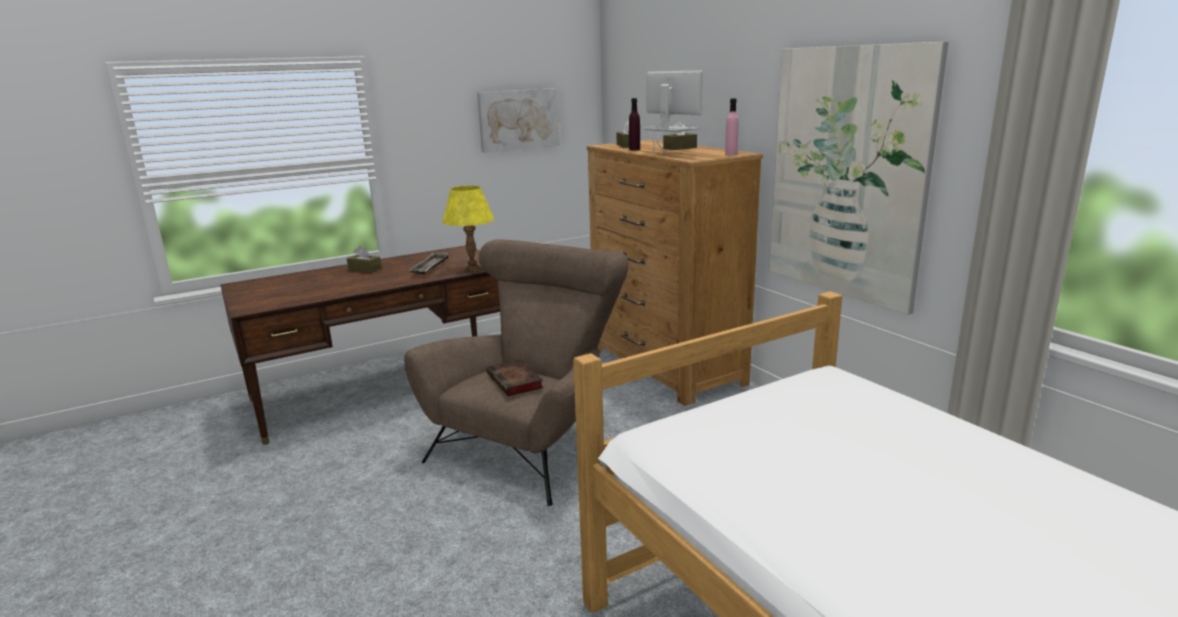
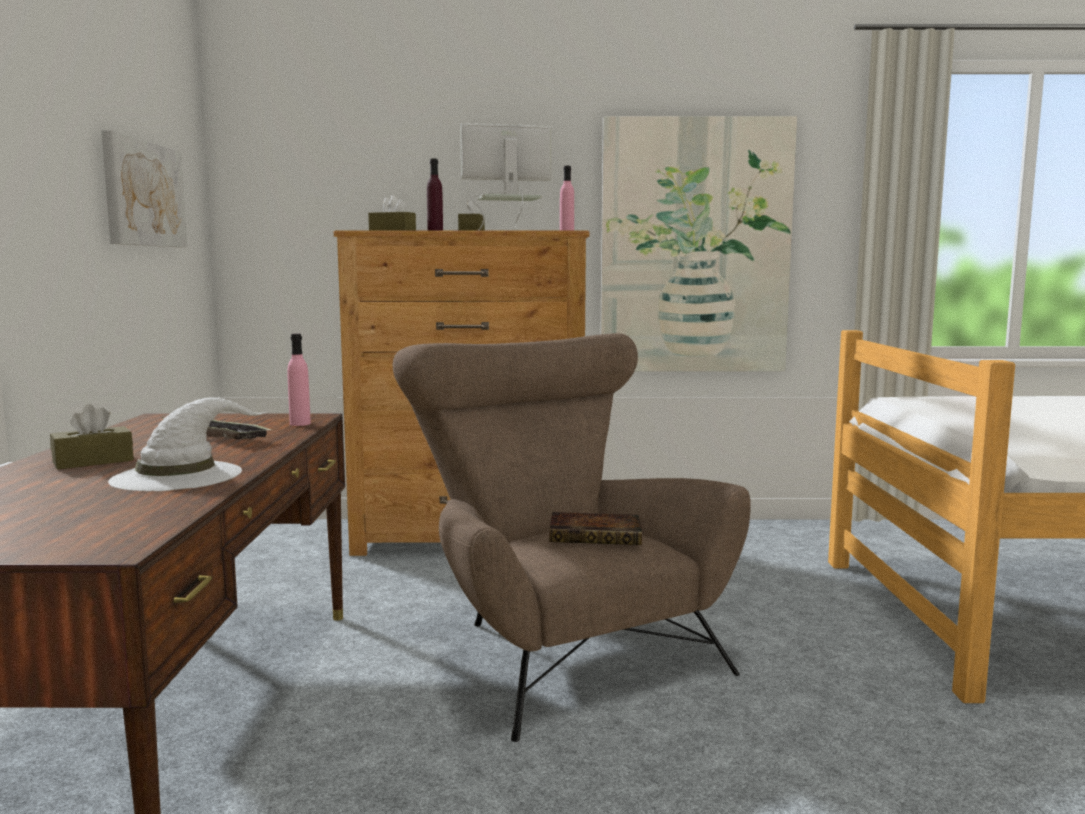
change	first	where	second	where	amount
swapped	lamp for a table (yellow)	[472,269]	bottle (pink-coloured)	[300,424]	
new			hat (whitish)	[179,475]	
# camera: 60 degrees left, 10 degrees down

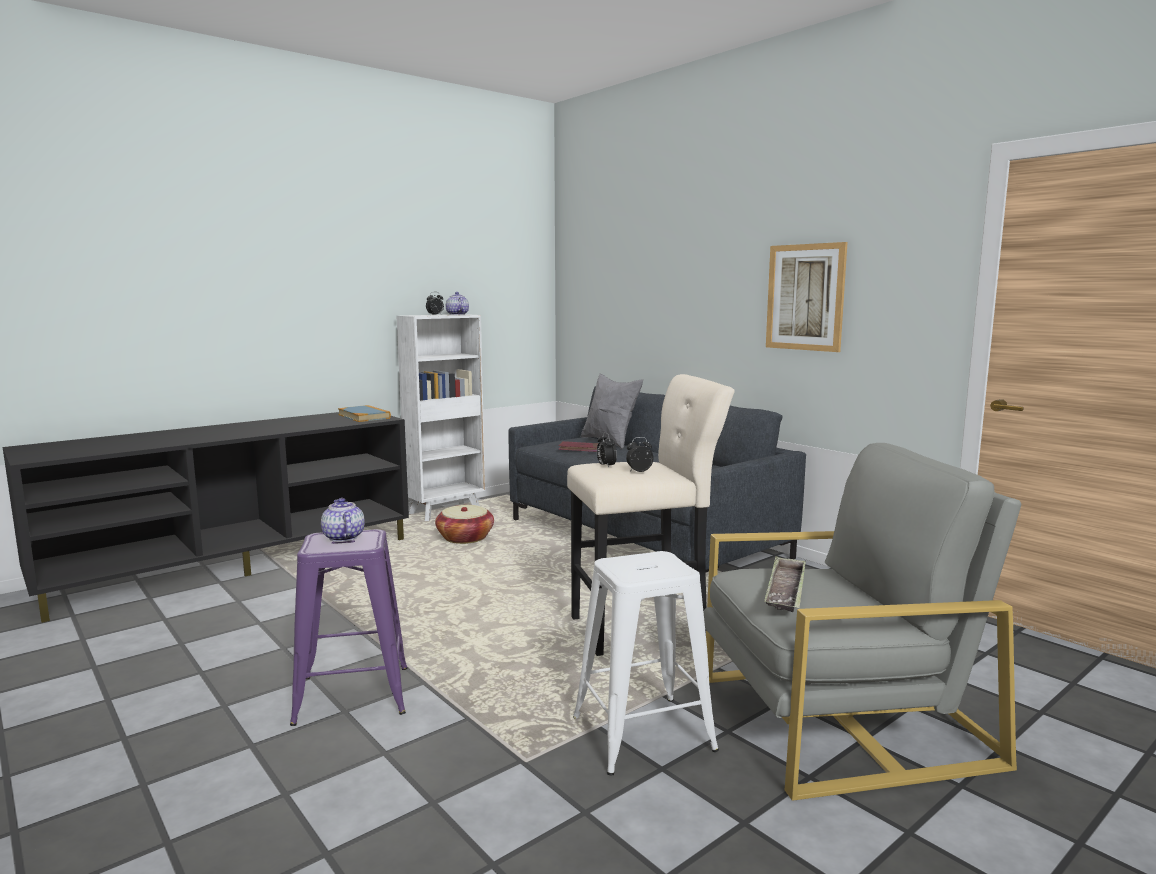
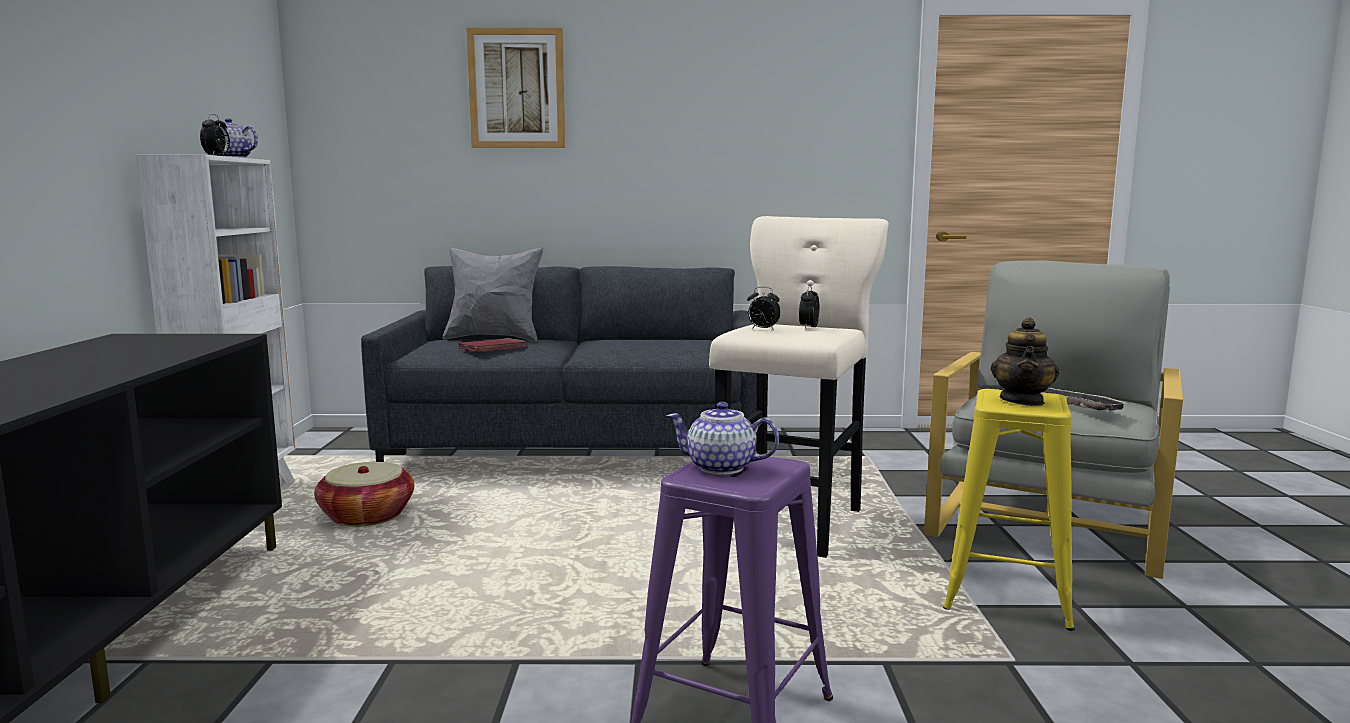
change	first	where	second	where	amount
gone	book	[364,416]			
repainted	stool (whitish)	[643,734]	stool (yellow)	[1007,592]	
shifted	picture	[805,297]		[516,88]	
new			pot for tea	[1022,401]	
# camera: 50 degrees left, 0 degrees up

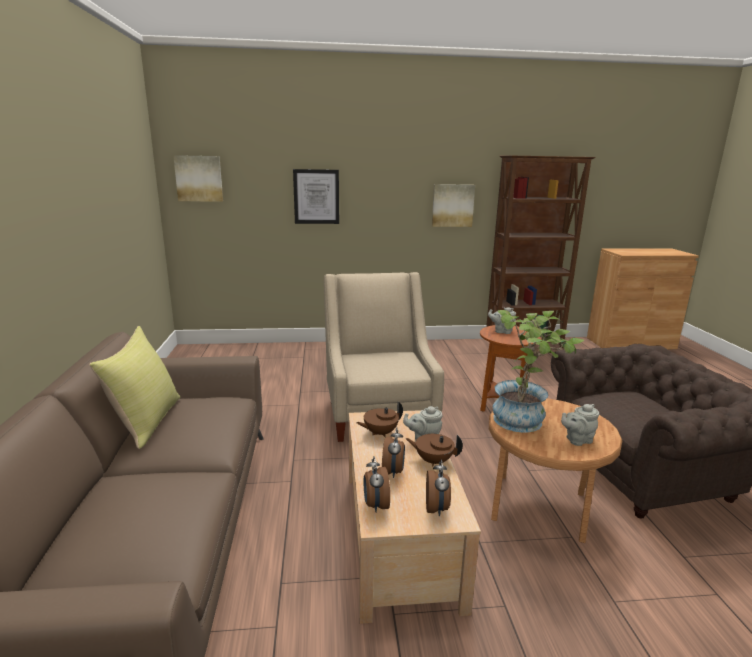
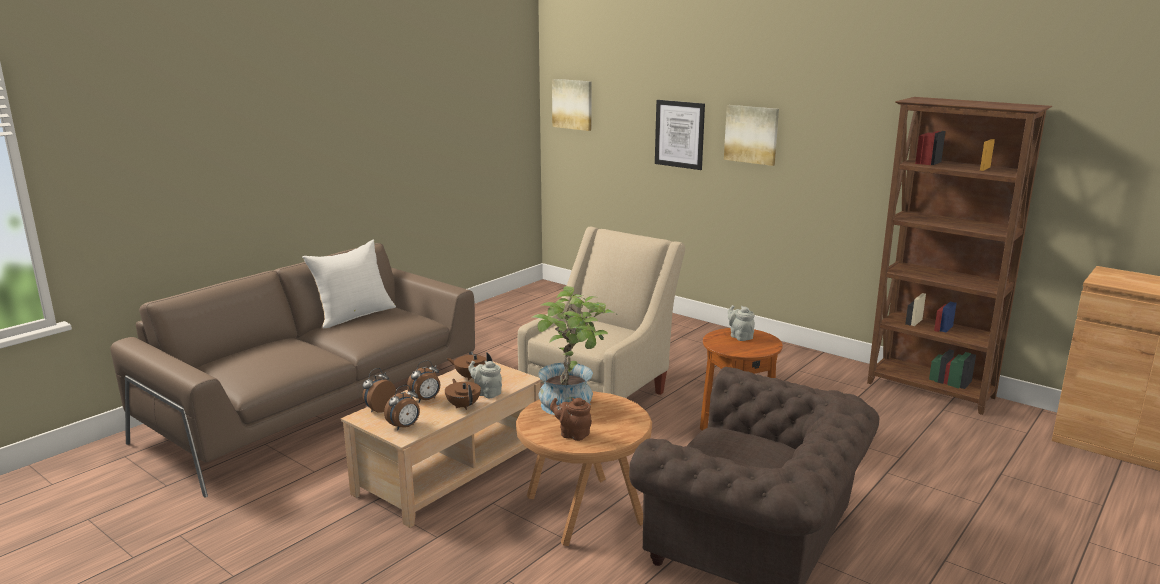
change	first	where	second	where	amount
repainted	cushion (yellow)	[147,421]	cushion (whitish)	[354,315]	
shifted	picture	[452,205]		[751,134]	
repainted	pot for tea (grey)	[577,440]	pot for tea (brownish)	[572,434]	
# camera: 45 degrees right, 0 degrees up

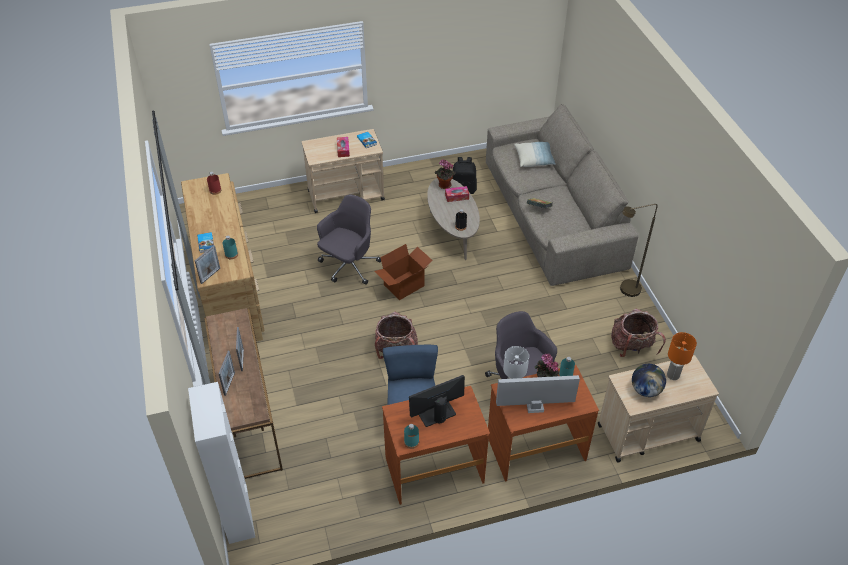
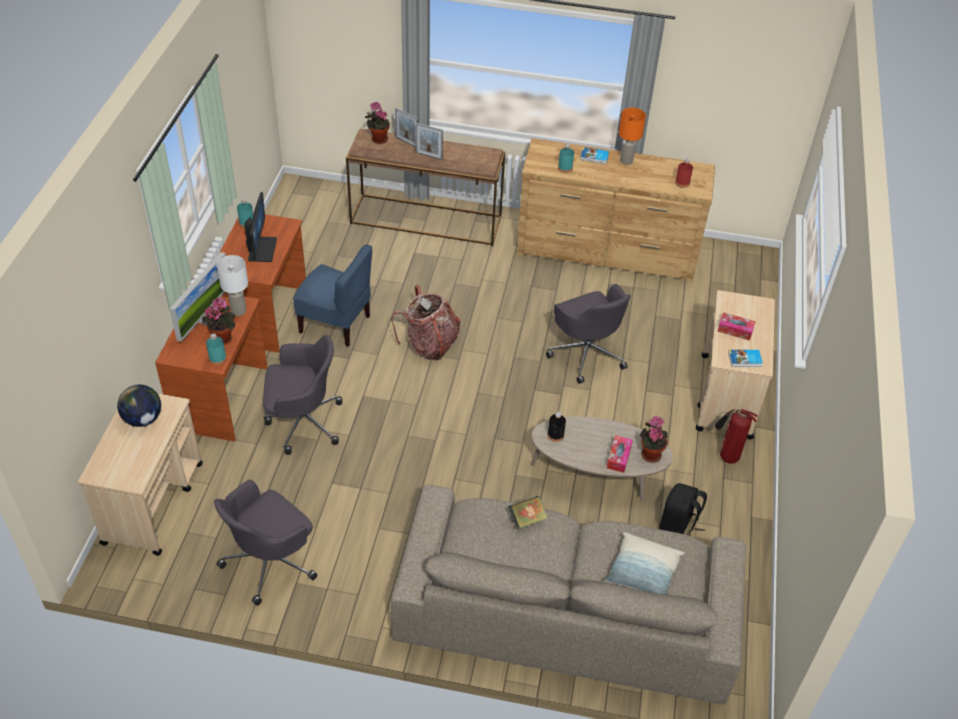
change	first	where	second	where	amount
gone	storage cabinet (whitish)	[238,515]			
gone	standing frame	[210,276]			
gone	cardboard box	[404,286]			
swapped	knapsack	[632,347]	computer chair (grey)	[270,561]	
gone	floor lamp (brownish)	[625,291]			
shifted	lamp for a table (orangey)	[673,375]		[626,161]	
new			plant in a pot	[378,139]	
new			fire-fighting cylinder	[726,457]	
# camera: 115 degrees right, 0 degrees up

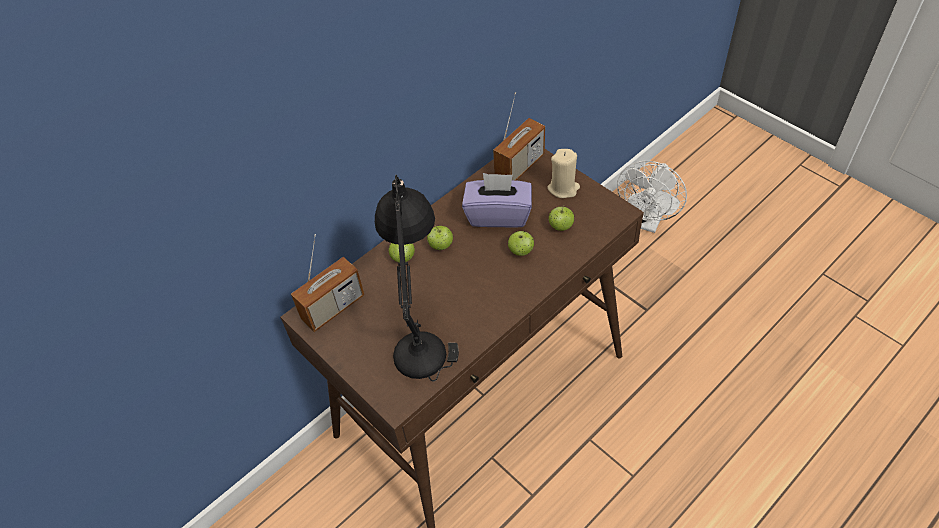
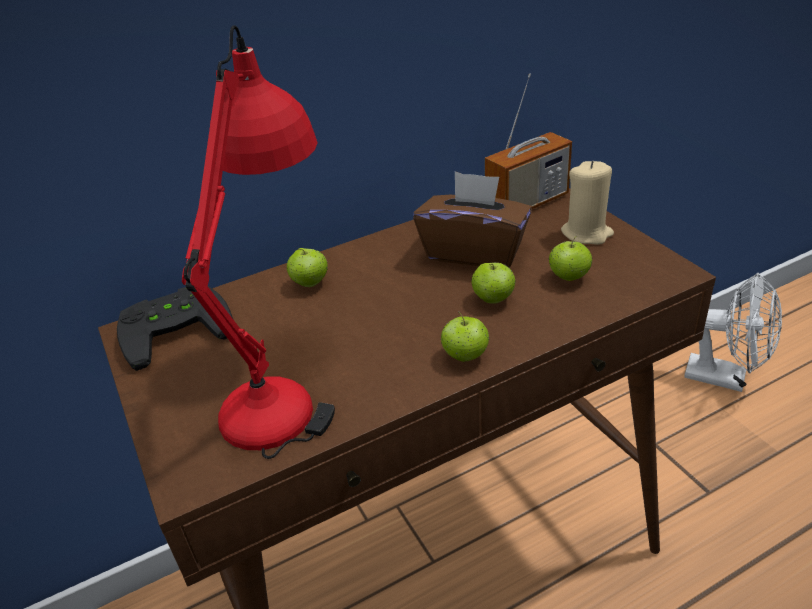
change	first	where	second	where	amount
swapped	radio	[333,308]	gamepad (black)	[176,327]	
repainted	lamp for a table (black)	[421,330]	lamp for a table (red)	[288,379]	
shifted	apple fruit	[441,246]		[465,356]	
repainted	box of tissues (purple)	[498,214]	box of tissues (brownish)	[474,251]	
rotated	cooling fan (whitish)	[648,222]		[725,377]	105 degrees counterclockwise
# camera: 15 degrees right, 15 degrees down

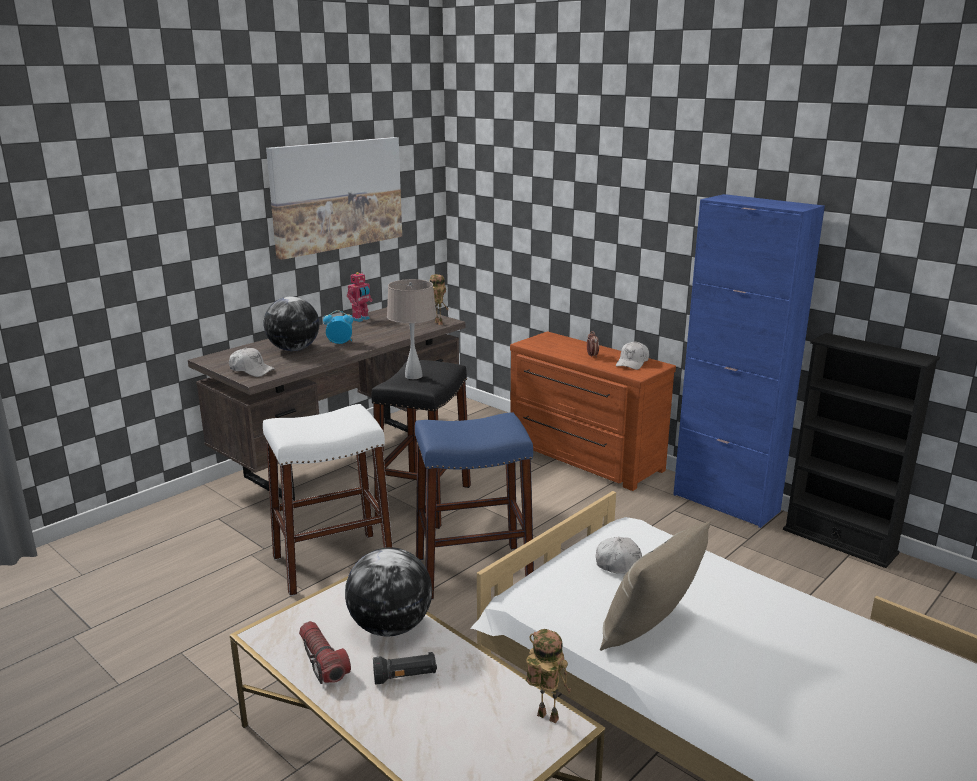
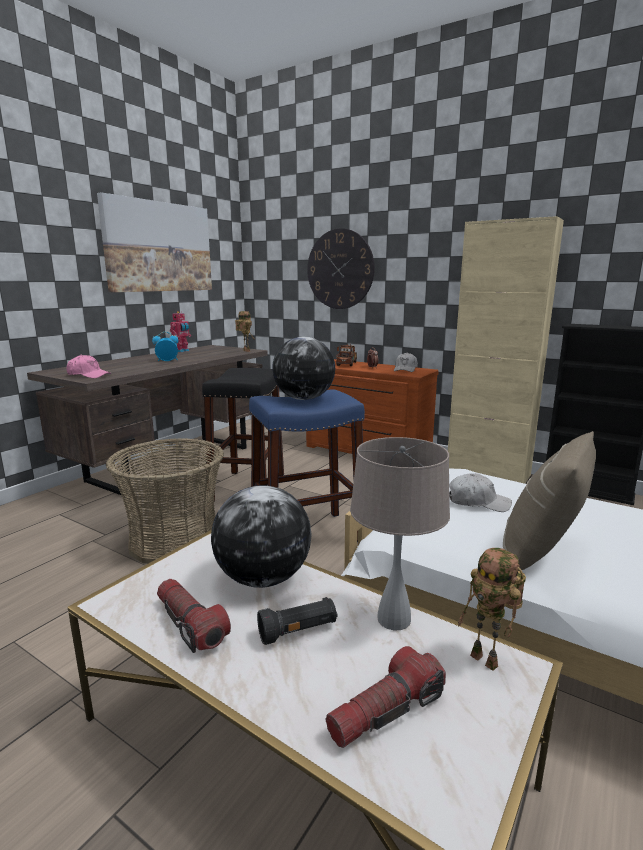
change	first	where	second	where	amount
repainted	cap (whitish)	[251,370]	cap (pink-coloured)	[88,375]	
swapped	stool (whitish)	[333,563]	basket	[174,541]	
shifted	desk globe	[294,349]		[304,399]	
shifted	lamp for a table (beige)	[413,376]		[393,618]	
rotated	model robot	[545,718]		[487,660]	150 degrees counterclockwise
repainted	storage cabinet (blue-coloured)	[725,503]	storage cabinet (beige)	[487,472]	
new			wall clock	[340,269]	
new			torch	[386,711]	
new			model truck	[347,363]	
# camera: 10 degrees left, 5 degrees down

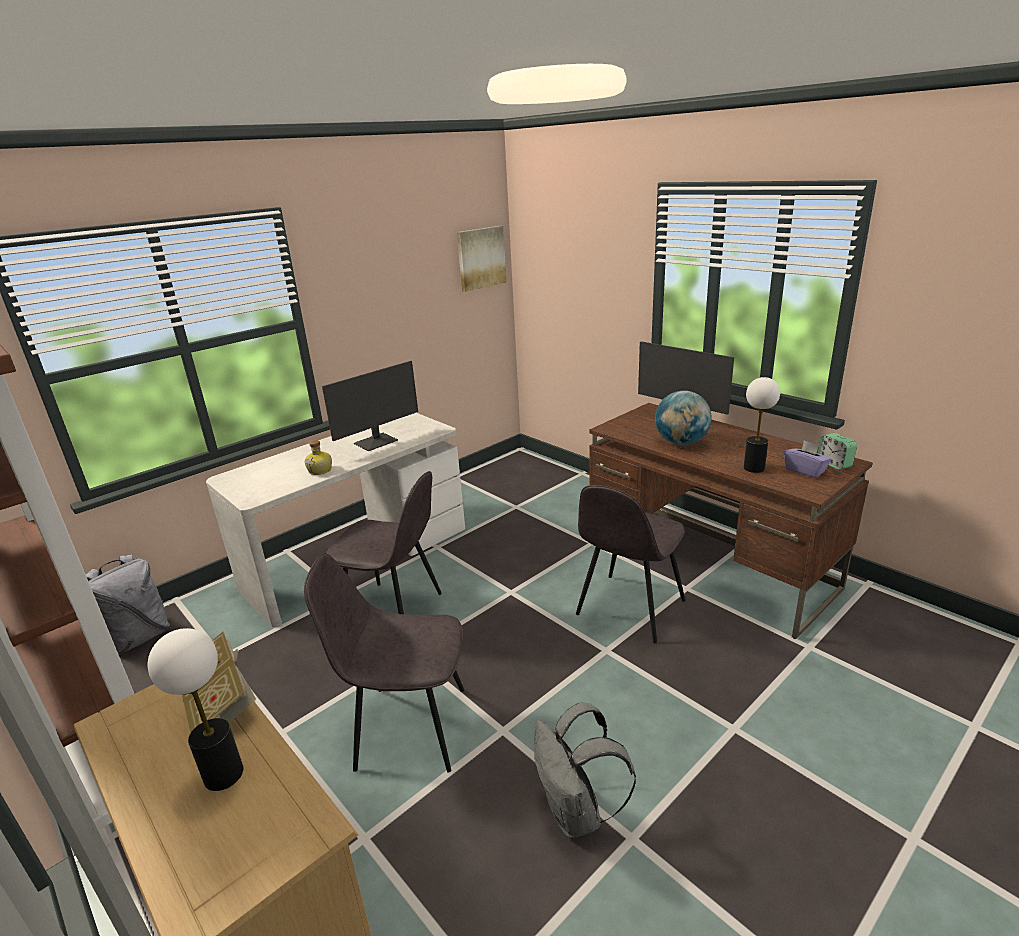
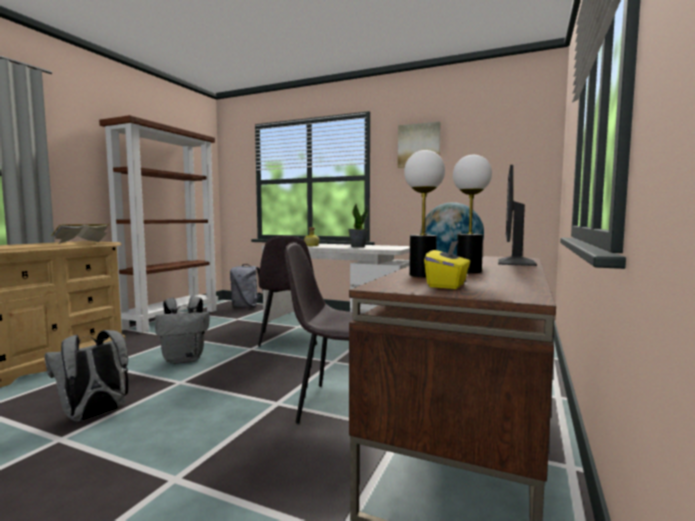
change	first	where	second	where	amount
shifted	lamp for a table	[224,774]		[469,271]	
swapped	chair (grey)	[408,727]	knapsack (grey)	[184,359]	
swapped	monitor	[376,442]	plant in a pot	[357,246]	
shifted	picture	[480,258]		[419,145]	
repainted	box of tissues (purple)	[805,471]	box of tissues (yellow)	[448,285]	
gone	bedside clock	[834,464]			
# camera: 65 degrees right, 20 degrees down

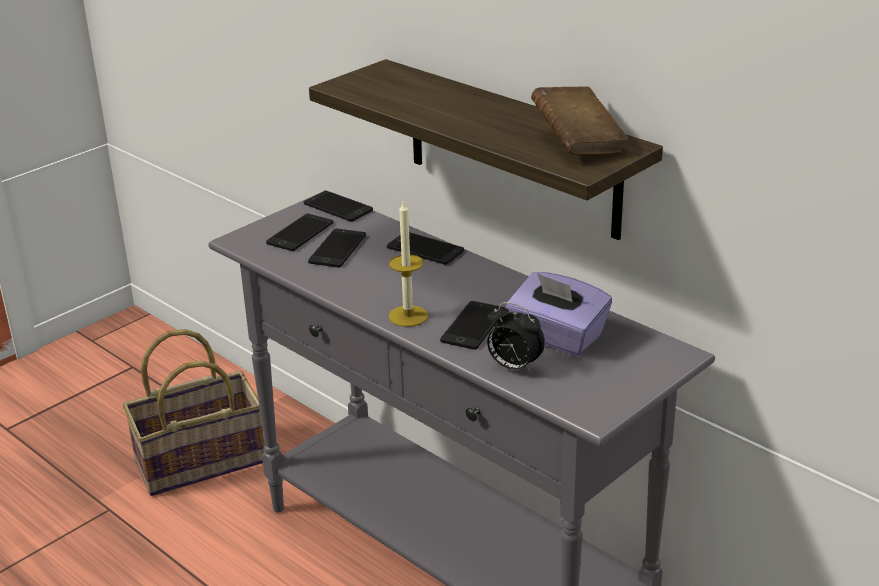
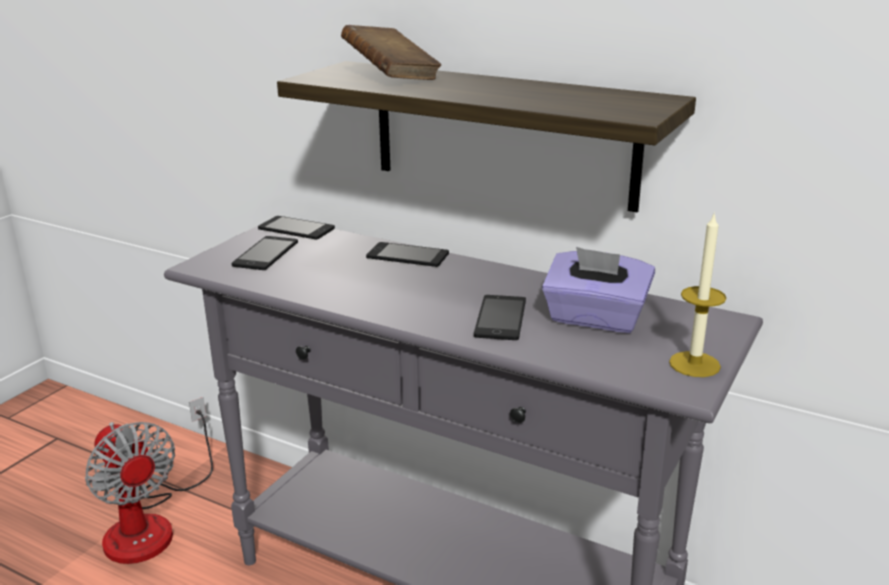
change	first	where	second	where	amount
swapped	basket	[201,460]	cooling fan	[152,523]	
gone	phone	[337,249]			
shifted	wax light	[408,316]		[694,364]	
gone	bedside clock	[513,367]			
shifted	book (brownish)	[578,143]		[391,77]	
# camera: 15 degrees left, 5 degrees down

